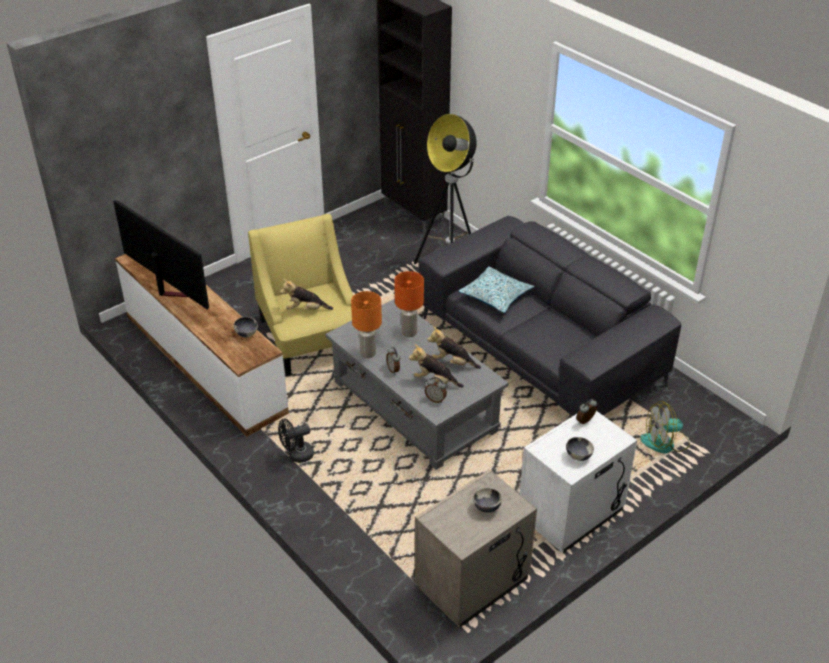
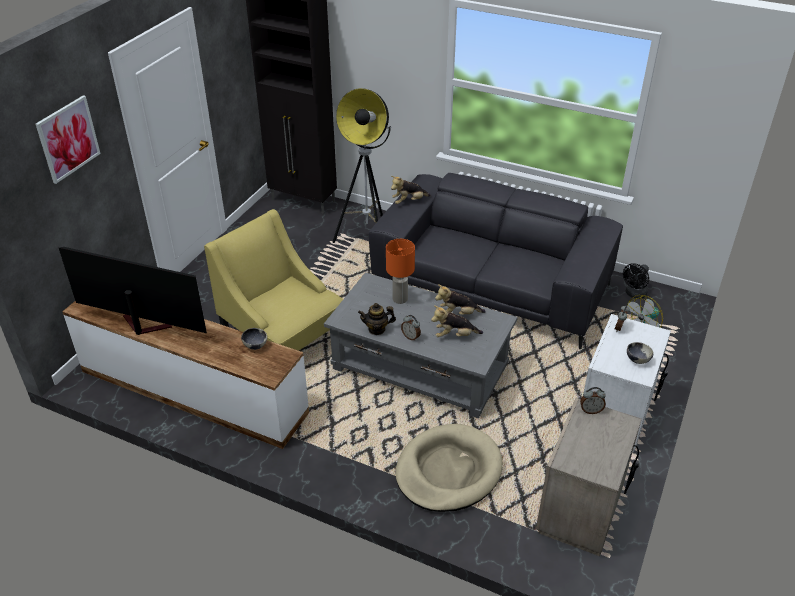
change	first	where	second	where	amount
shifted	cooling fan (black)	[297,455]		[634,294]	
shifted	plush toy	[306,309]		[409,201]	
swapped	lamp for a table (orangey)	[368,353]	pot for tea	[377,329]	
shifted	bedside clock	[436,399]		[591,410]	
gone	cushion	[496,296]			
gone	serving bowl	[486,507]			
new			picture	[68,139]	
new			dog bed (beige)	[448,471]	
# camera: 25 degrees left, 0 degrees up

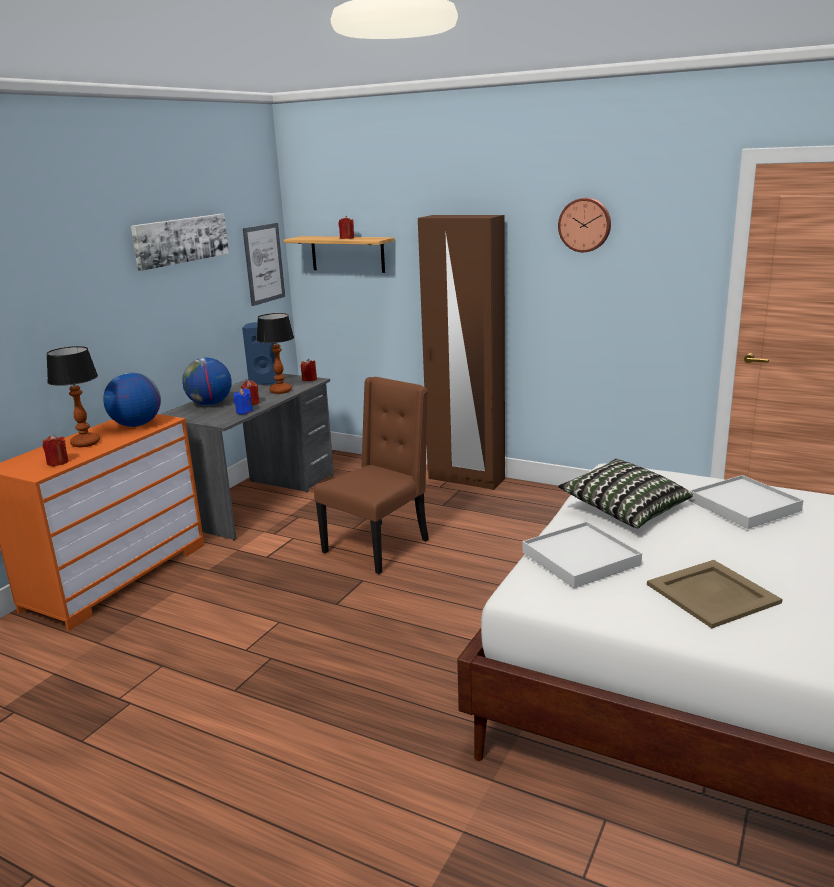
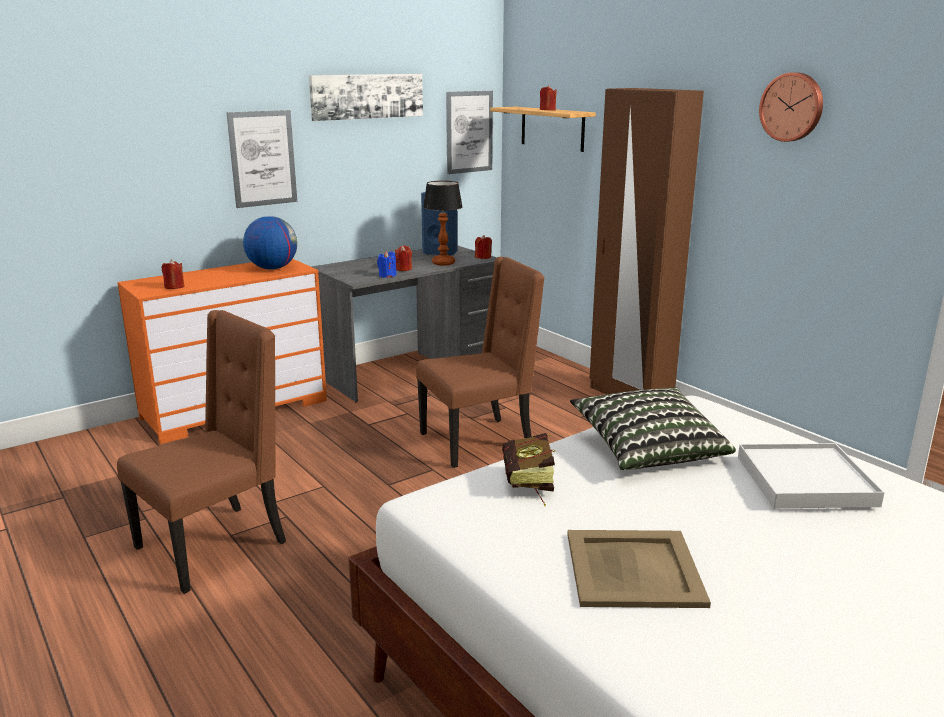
change	first	where	second	where	amount
gone	lamp for a table	[85,443]			
gone	desk globe	[210,404]			
swapped	serving tray (whitish)	[580,558]	book	[528,485]	
new			chair (brownish)	[215,545]	
new			picture	[262,158]	
# camera: 25 degrees right, 0 degrees up

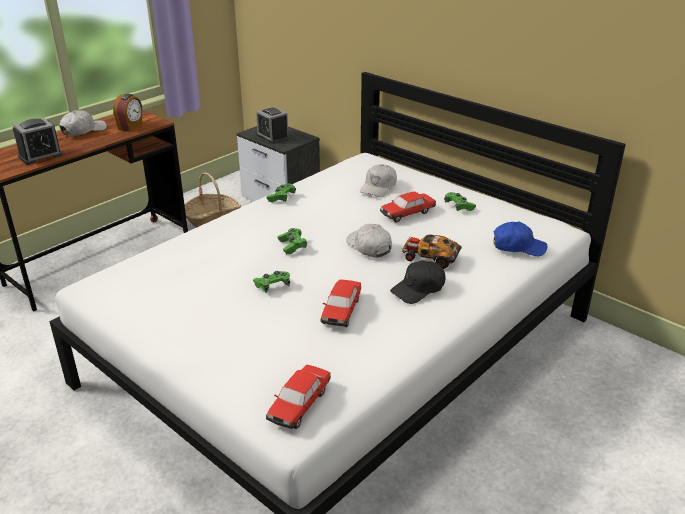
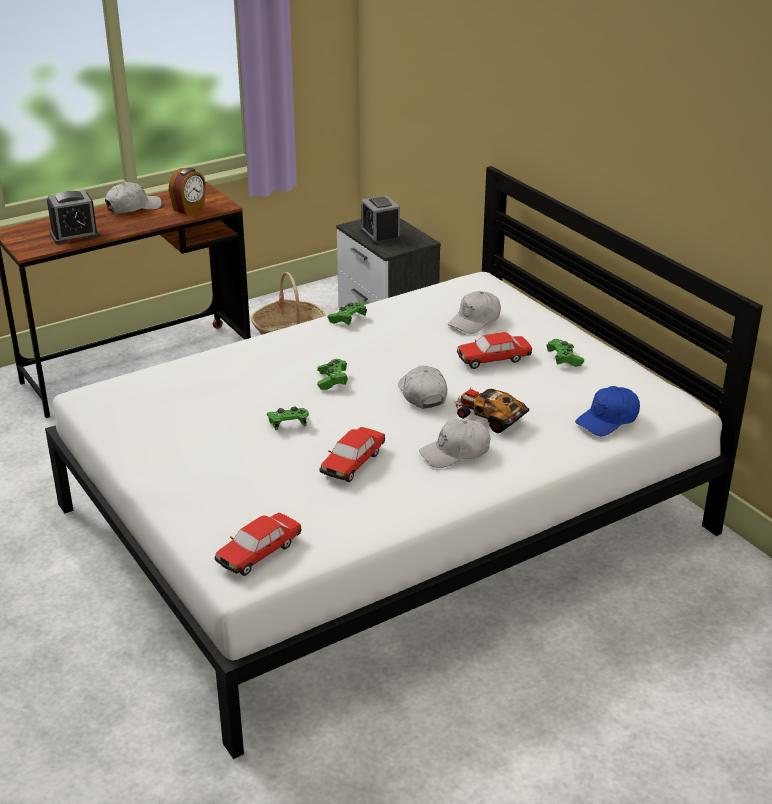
change	first	where	second	where	amount
repainted	cap (black)	[418,289]	cap (whitish)	[455,452]	
rotated	cap (blue-coloured)	[518,246]		[608,420]	120 degrees clockwise
# camera: 15 degrees right, 0 degrees up

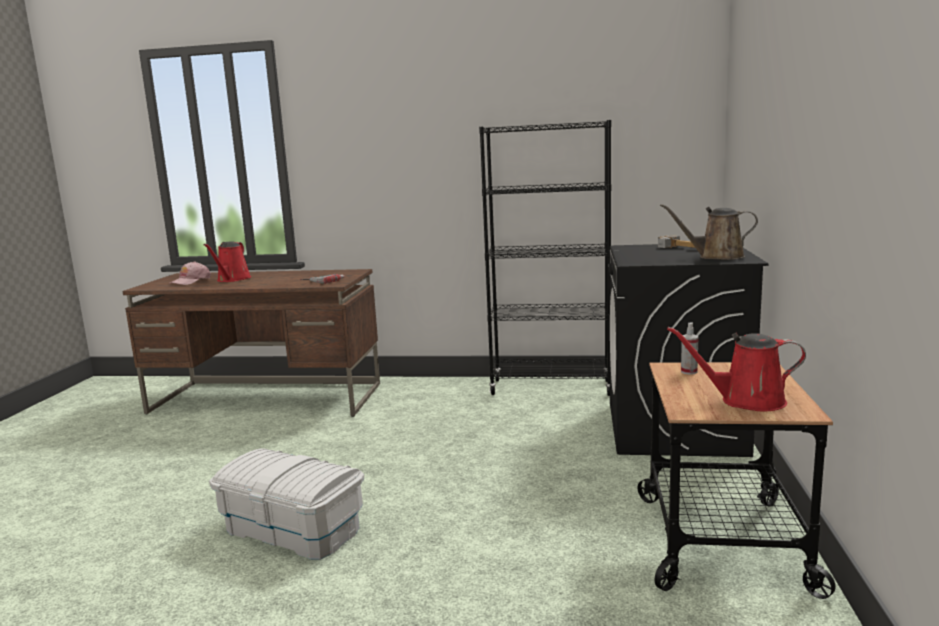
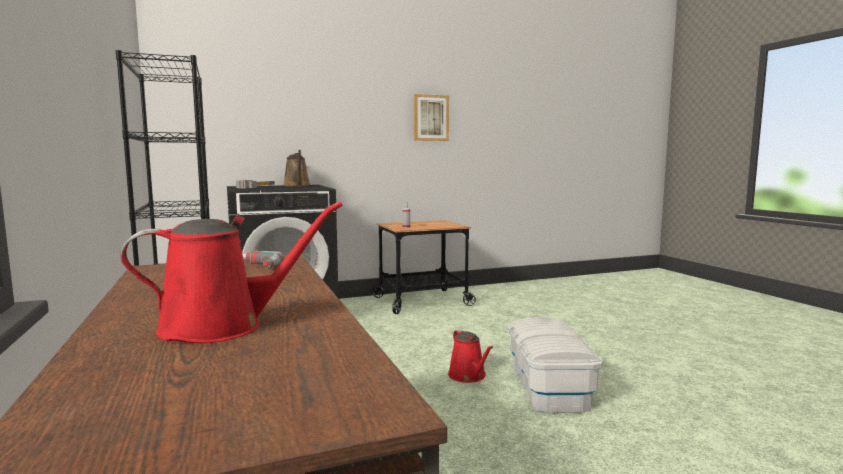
change	first	where	second	where	amount
gone	cap (pink-coloured)	[190,281]			
shifted	watering can (red)	[746,401]		[468,376]	
new			picture	[430,118]	
# camera: 120 degrees left, 5 degrees down

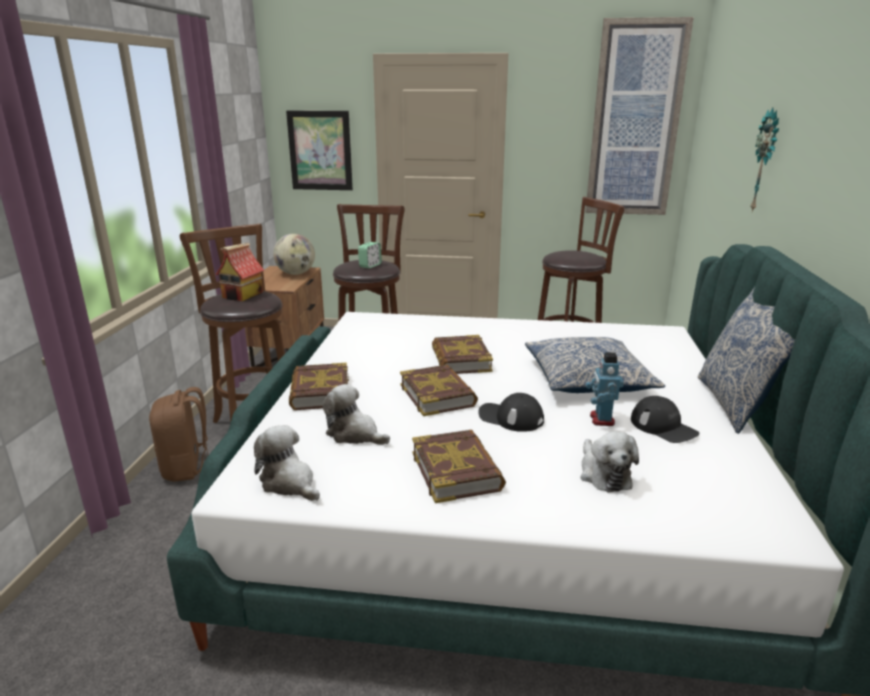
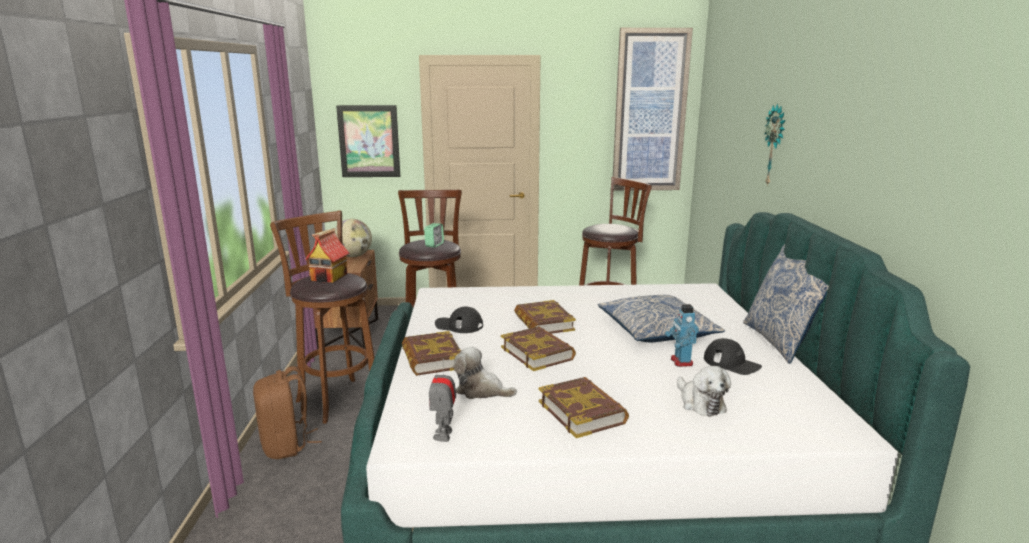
change	first	where	second	where	amount
swapped	plush toy	[289,483]	model robot	[443,435]	
shifted	cap (black)	[510,417]		[459,325]	
# camera: 10 degrees left, 5 degrees down

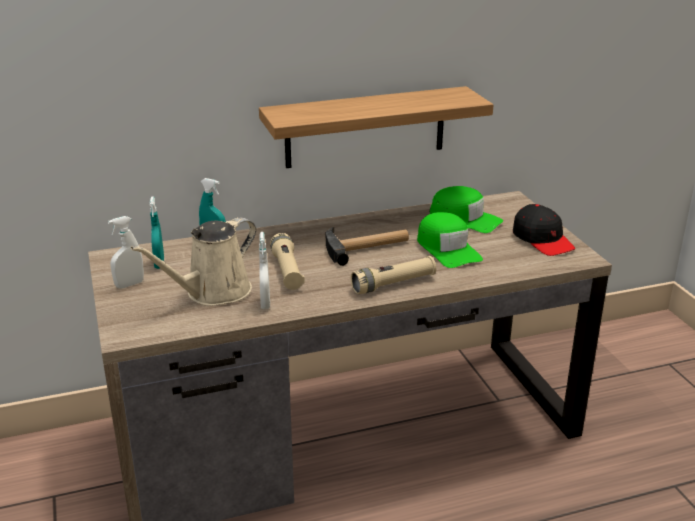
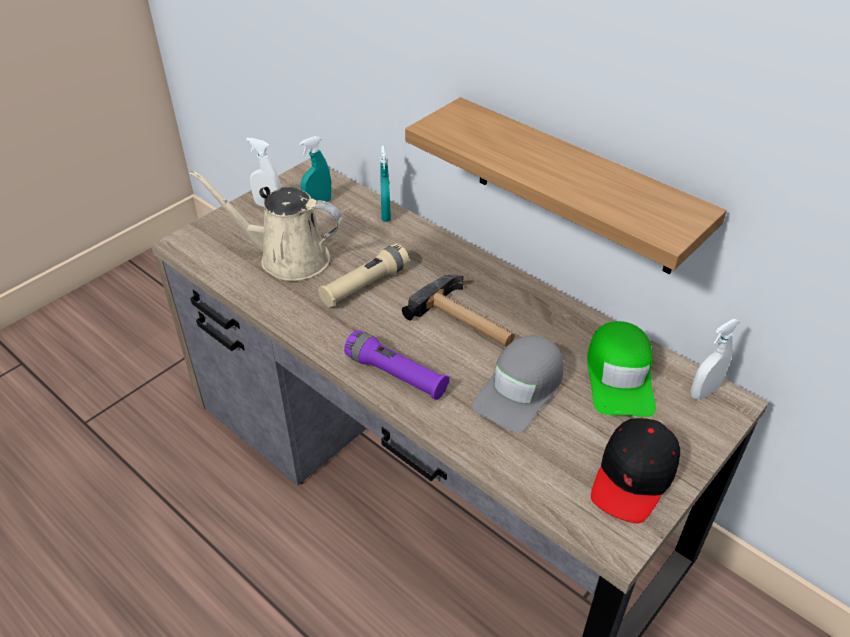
change	first	where	second	where	amount
shifted	sprayer (whitish)	[265,303]		[704,392]	
repainted	torch (beige)	[393,284]	torch (purple)	[396,375]	
repainted	cap (green-coloured)	[447,249]	cap (grey)	[520,389]	
# camera: 60 degrees right, 15 degrees up

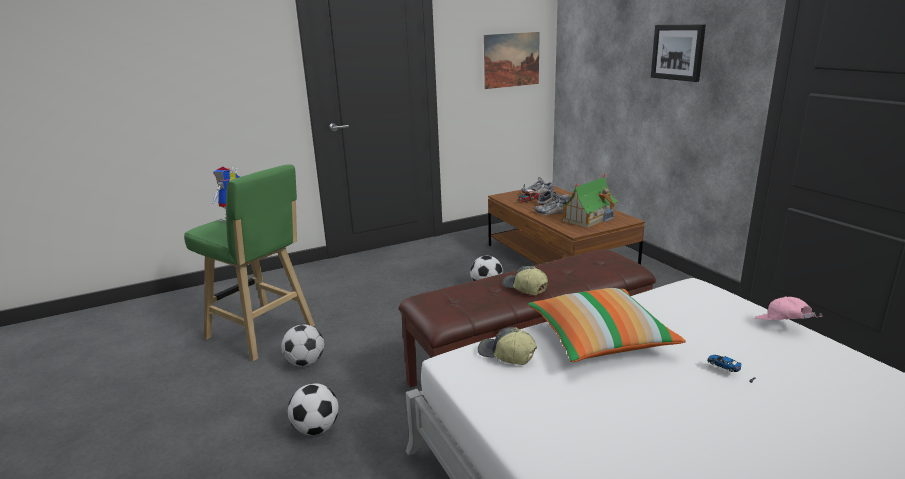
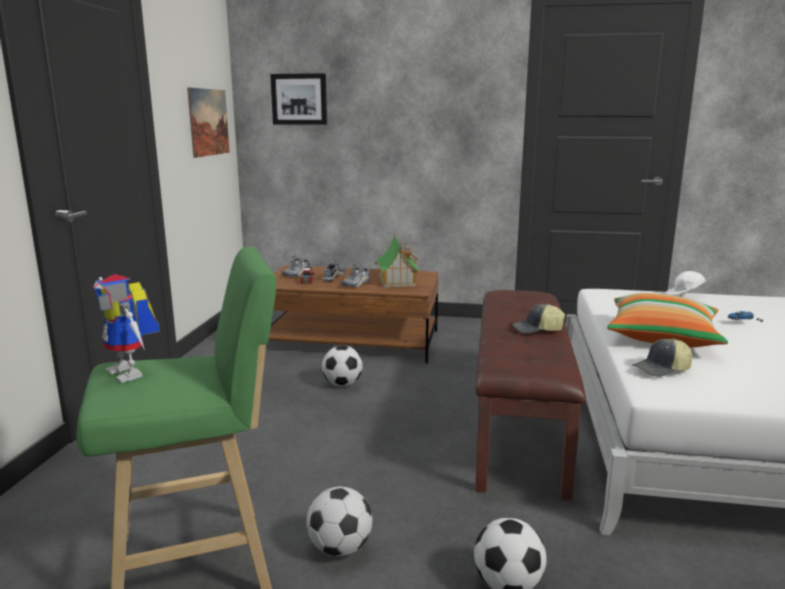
change	first	where	second	where	amount
shifted	picture	[678,52]		[299,99]	
repainted	cap (pink-coloured)	[782,326]	cap (whitish)	[685,295]	
# camera: 55 degrees left, 5 degrees down

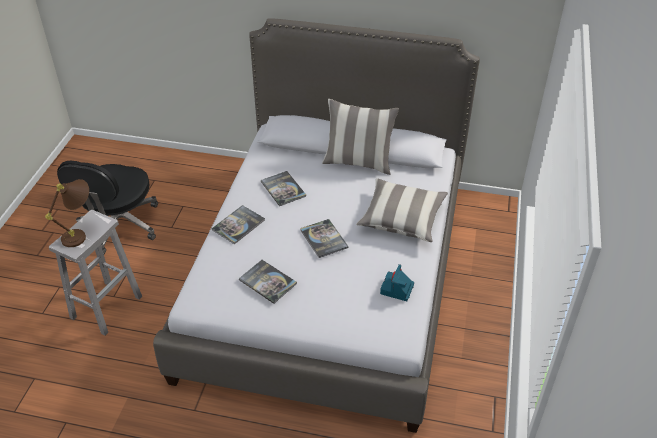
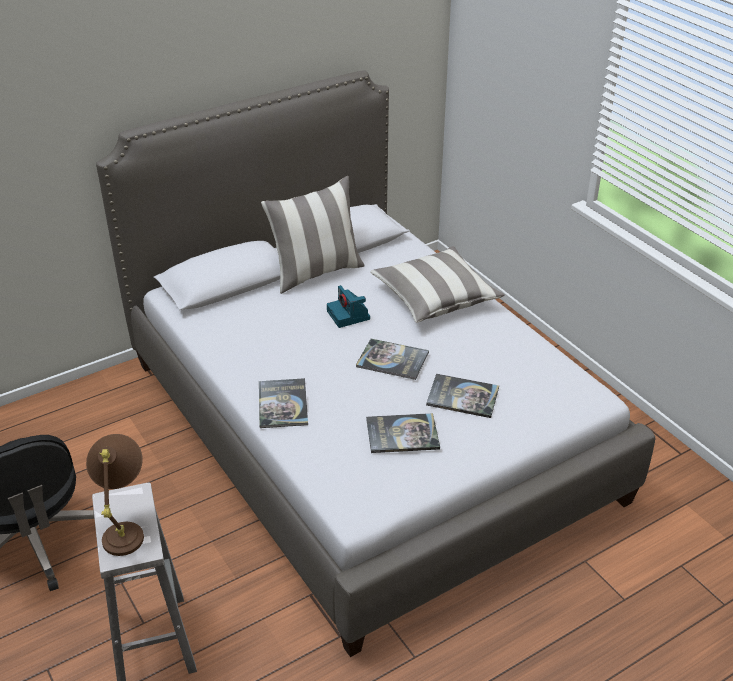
change	first	where	second	where	amount
shifted	book	[283,189]		[462,397]	
shifted	still camera	[397,289]		[349,315]	
# camera: 45 degrees left, 5 degrees down

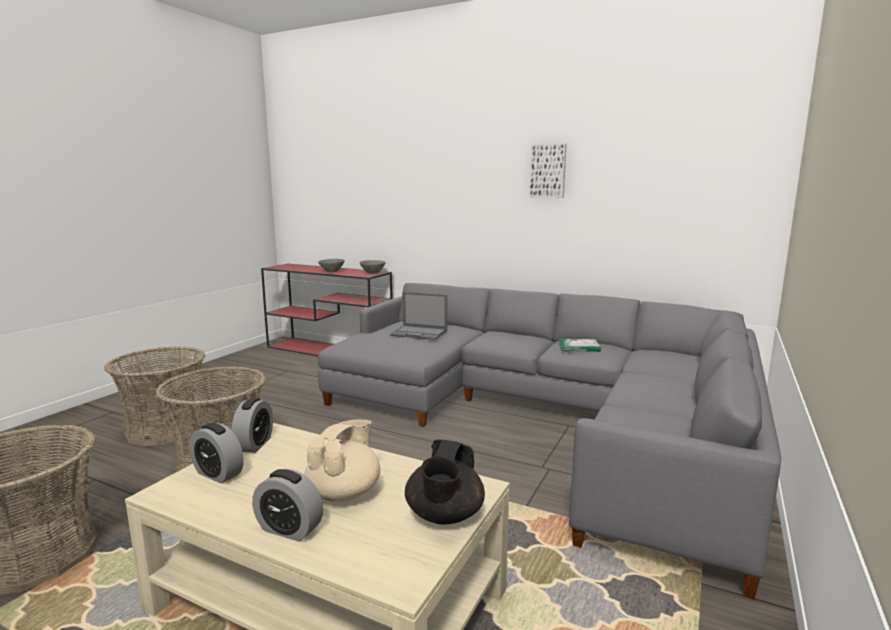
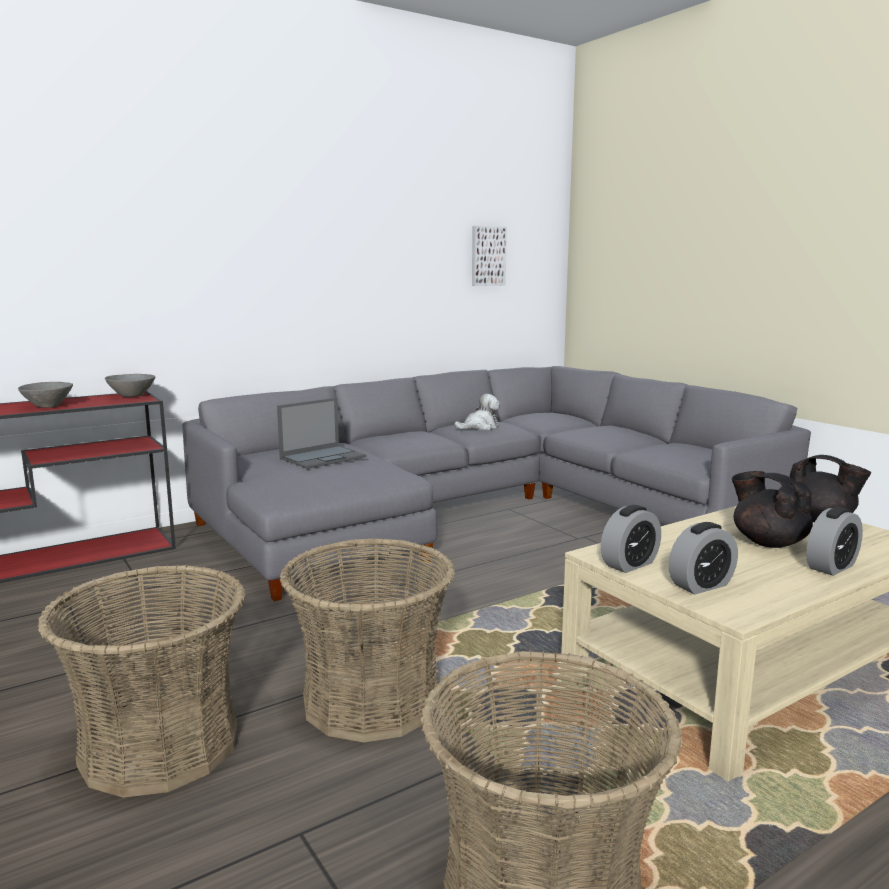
change	first	where	second	where	amount
rotated	bedside clock	[254,444]		[629,564]	105 degrees clockwise
repainted	pot for tea (beige)	[344,492]	pot for tea (black)	[768,542]	
shifted	picture	[548,171]		[487,256]	
swapped	book	[579,347]	plush toy	[480,427]	
# camera: 60 degrees left, 0 degrees up

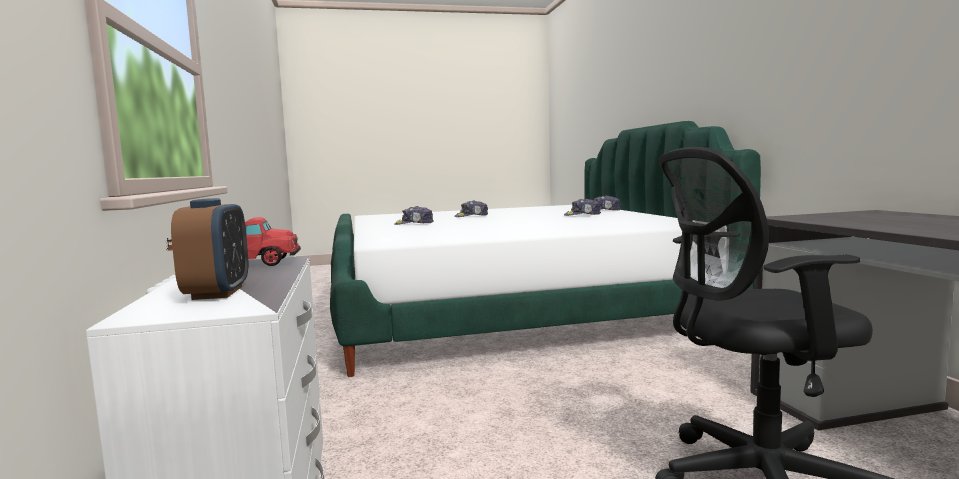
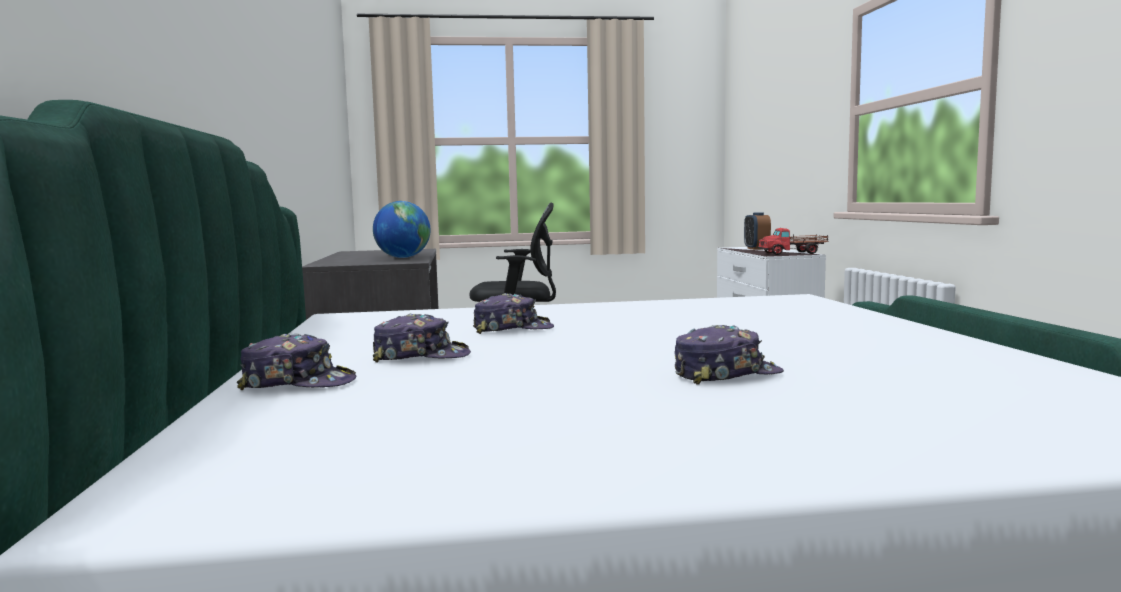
change	first	where	second	where	amount
shifted	cap	[414,224]		[513,329]	
new			desk globe	[403,258]	
# camera: 175 degrees left, 0 degrees up

